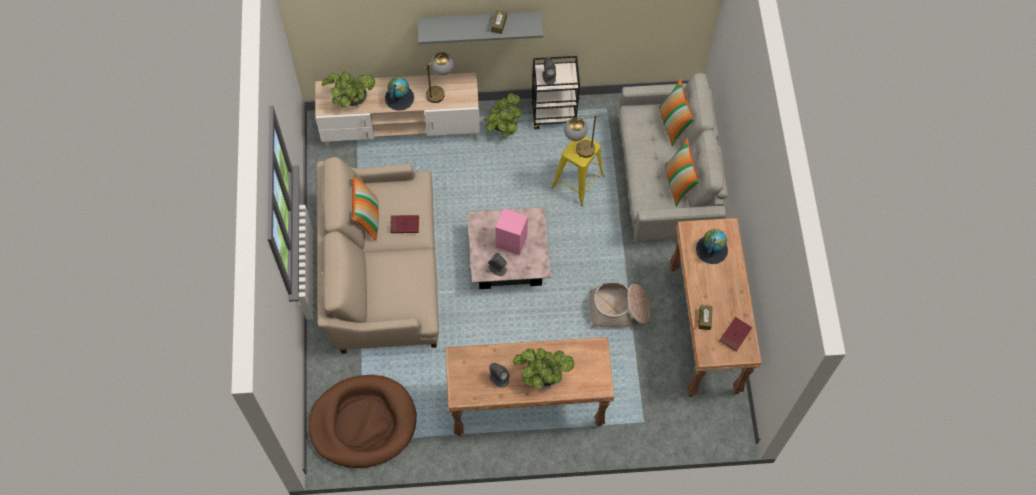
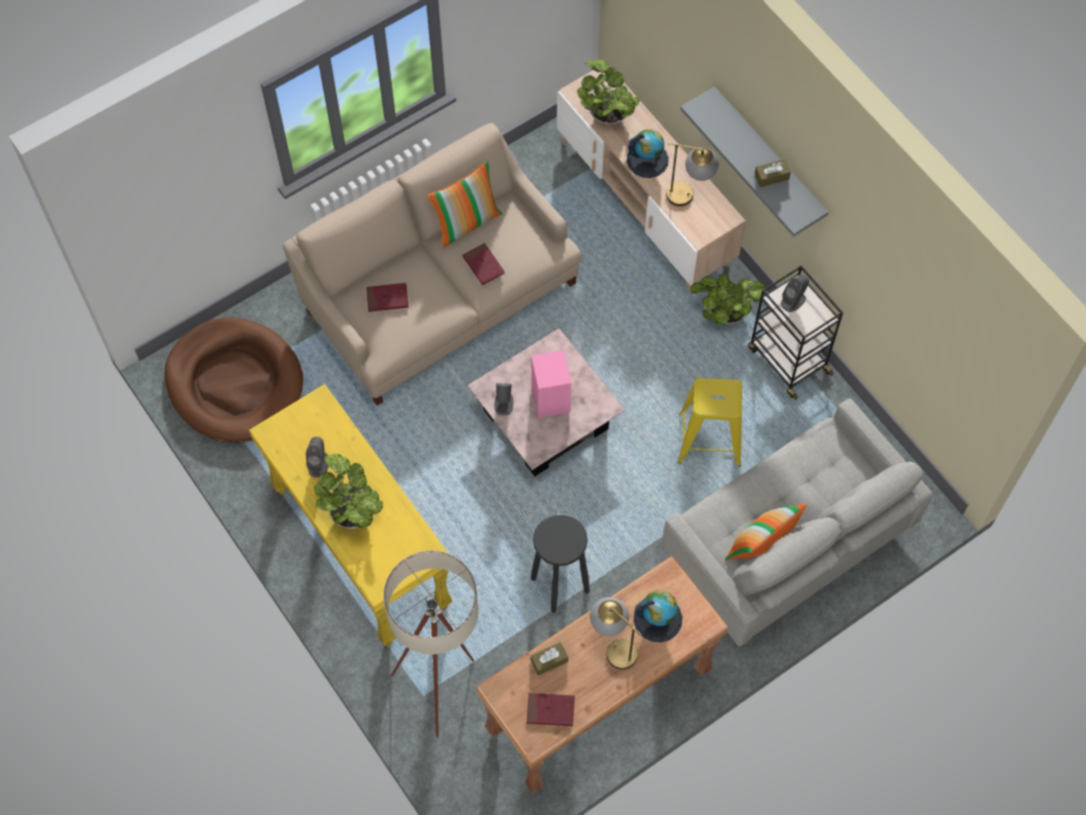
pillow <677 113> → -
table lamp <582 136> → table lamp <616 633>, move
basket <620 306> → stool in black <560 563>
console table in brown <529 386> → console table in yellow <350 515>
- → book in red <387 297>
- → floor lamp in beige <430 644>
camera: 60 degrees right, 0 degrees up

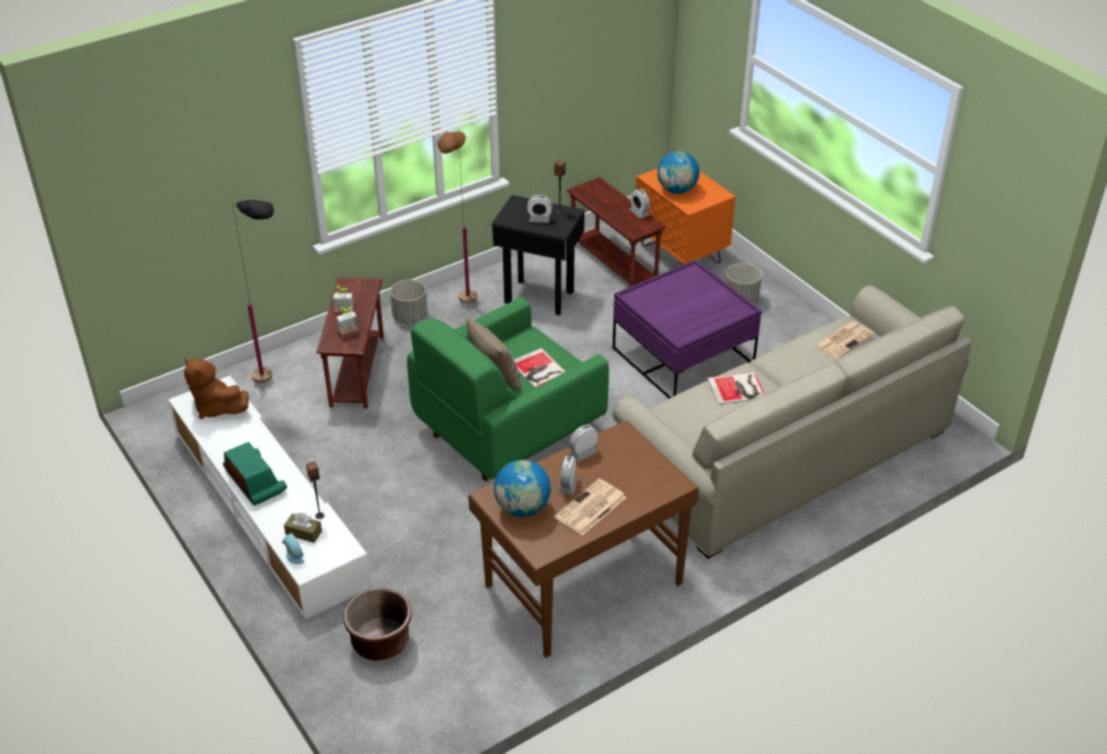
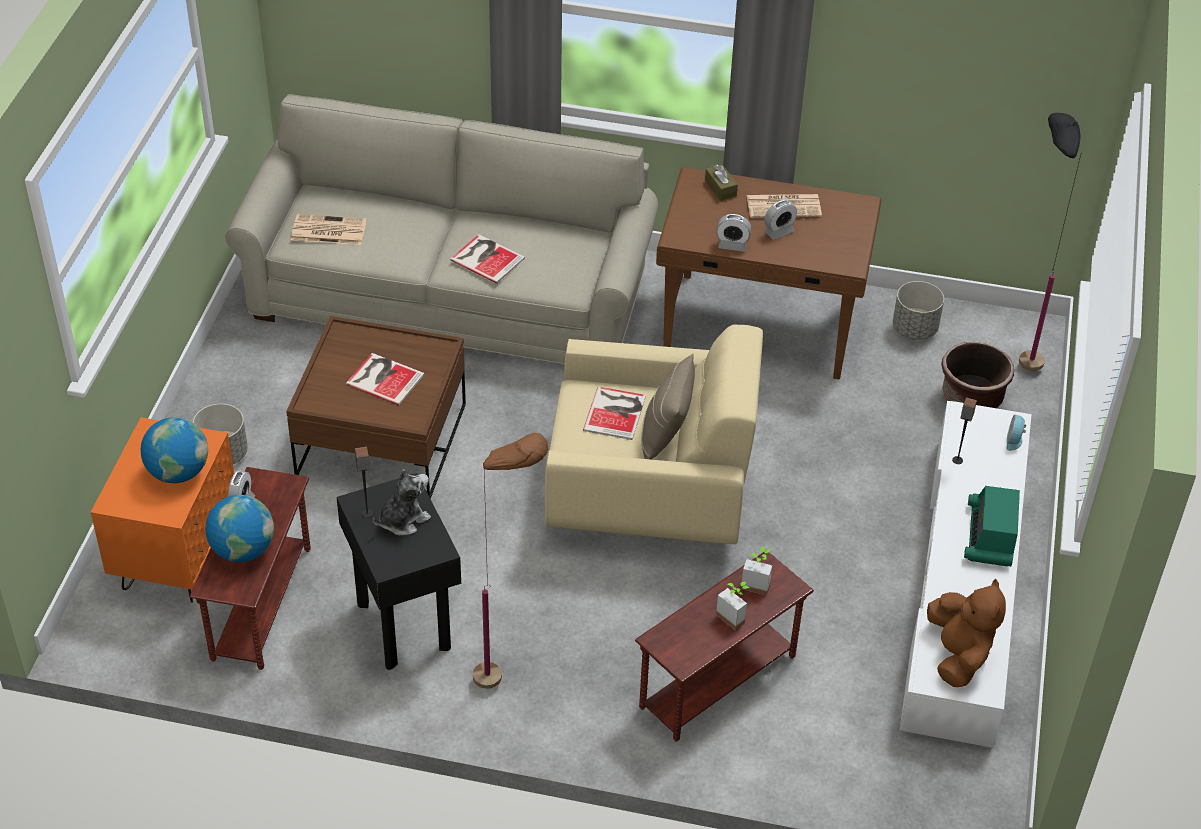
alarm clock <539 209> → plush toy <402 502>
floor lamp in black <253 291> → floor lamp in black <1050 242>, move
coffee table in purple <687 328> → coffee table in brown <376 407>
planter in grey <409 301> → planter in grey <918 310>, move
armchair in green <508 389> → armchair in beige <654 434>
globe <522 488> → globe <239 528>, move
tissue box in brown <303 528> → tissue box in brown <721 182>, move
- → book <385 379>
camera: 135 degrees left, 5 degrees up

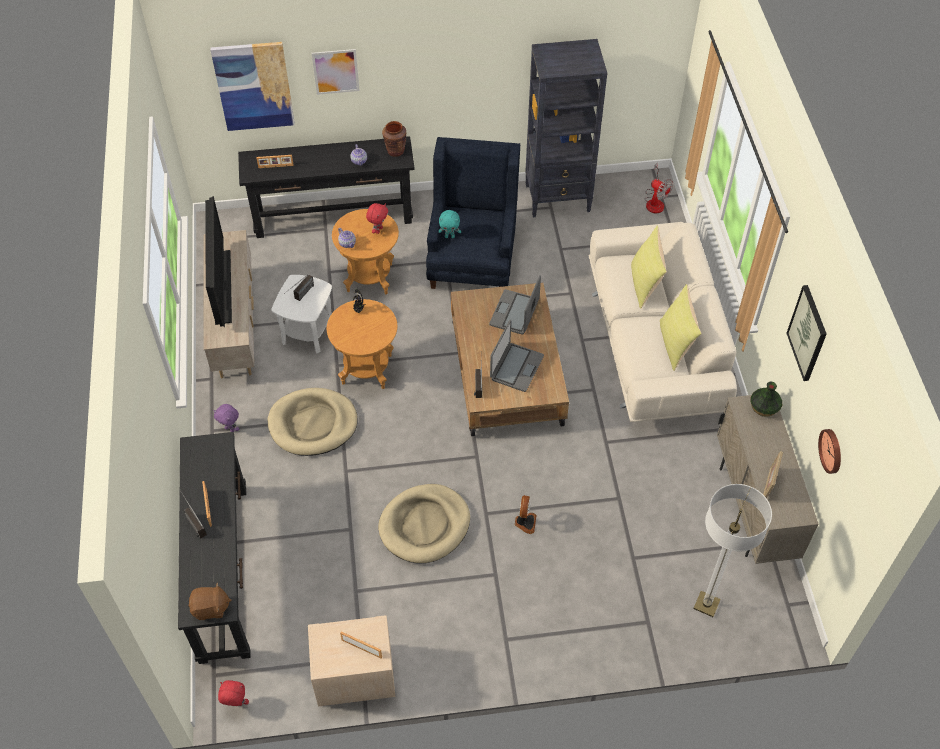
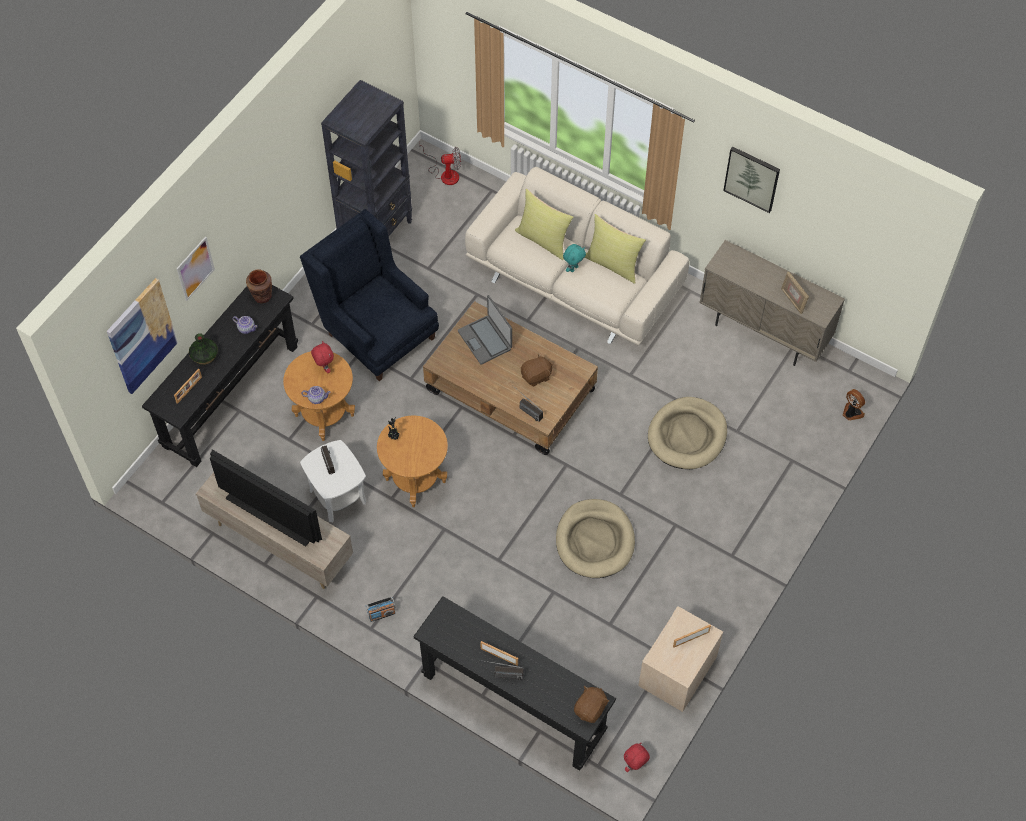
plush toy in turquoise <450 224> → plush toy in turquoise <574 258>, move
laptop <517 356> → plush toy in brown <537 369>
vase <766 399> → vase <203 349>, move
dog bed in beige <312 422> → dog bed in beige <687 433>, move
plush toy in purple <226 418> → radio <381 609>
wall clock <829 451> → -
floor lamp <732 550> → -
fan <525 514> → fan <853 405>, move
camera: 50 degrees left, 5 degrees up

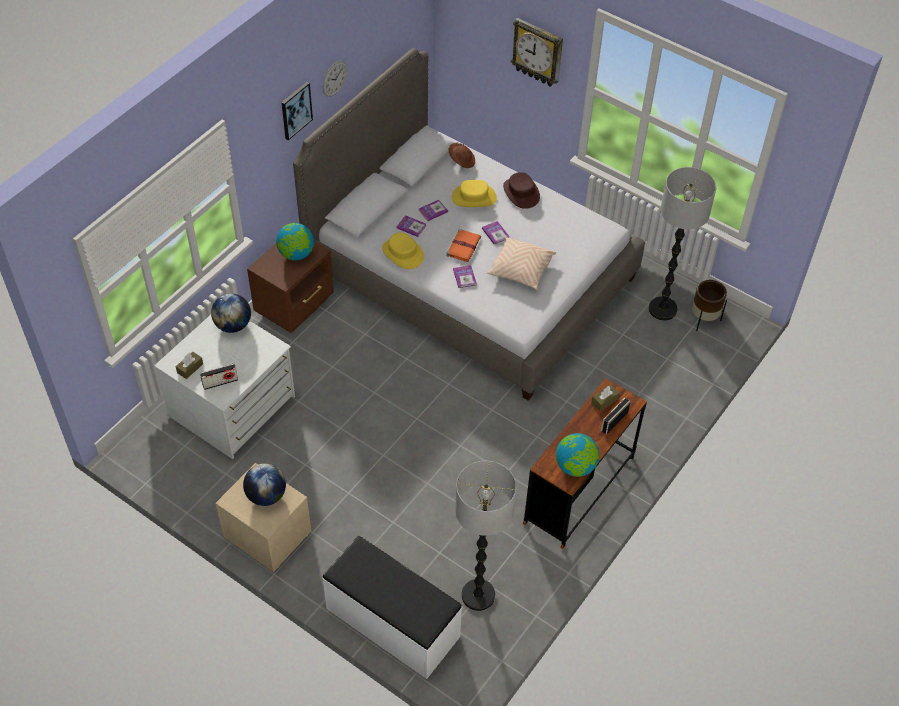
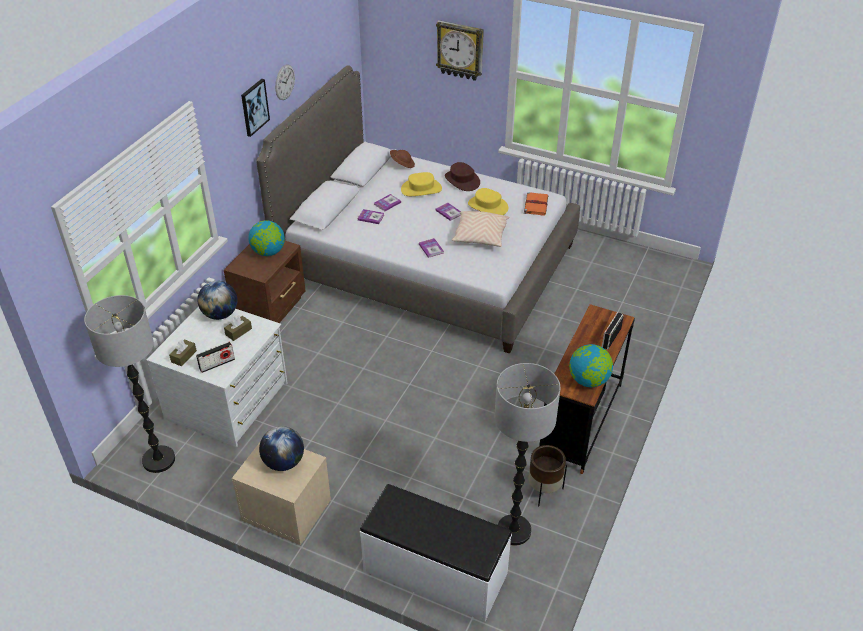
floor lamp <682 244> → floor lamp <129 384>, move
book in orange <463 245> → book in orange <536 204>, move
hat in yellow <403 251> → hat in yellow <488 201>, move
planter in brown <709 305> → planter in brown <547 475>, move
tissue box in brown <605 398> → tissue box in brown <238 328>, move
camera: 10 degrees left, 10 degrees down

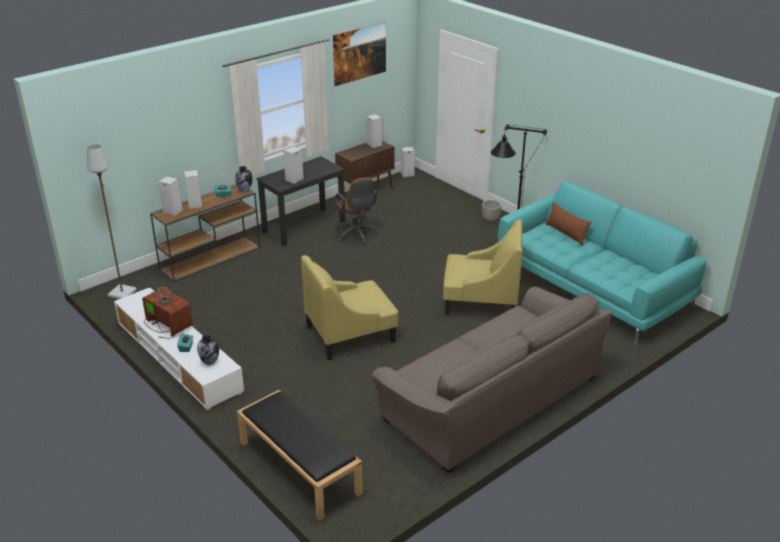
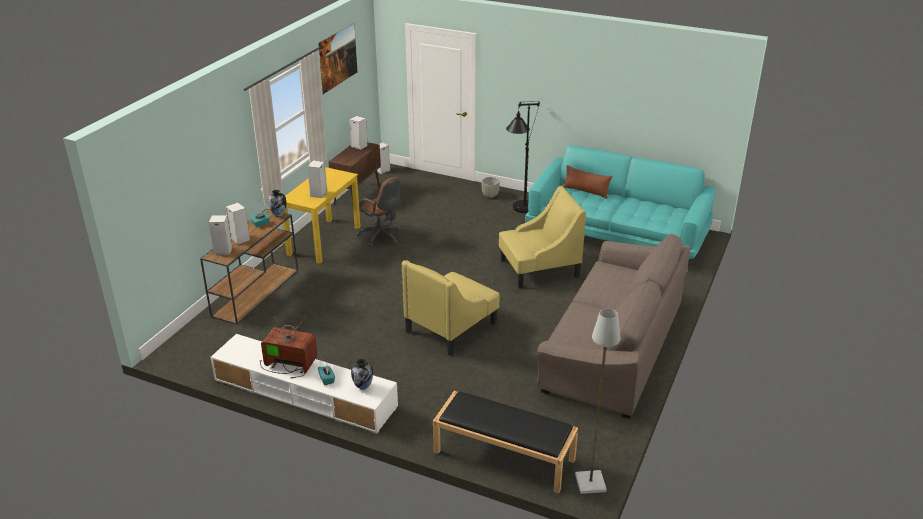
floor lamp in grey <112 221> → floor lamp in grey <597 401>, move
desk in black <301 201> → desk in yellow <322 215>
camera: 25 degrees left, 0 degrees up

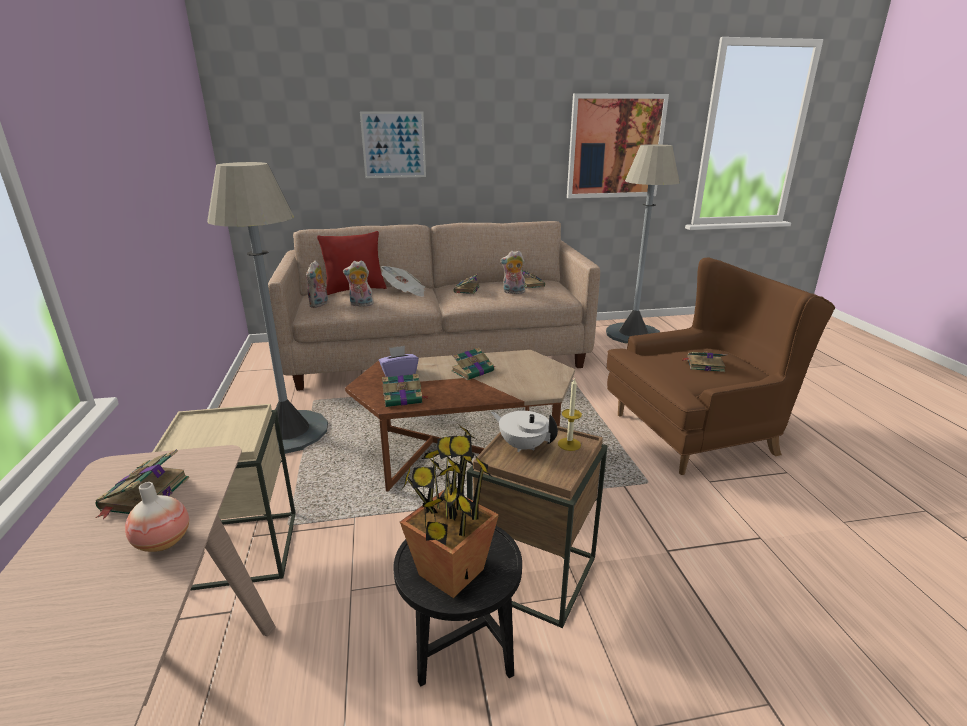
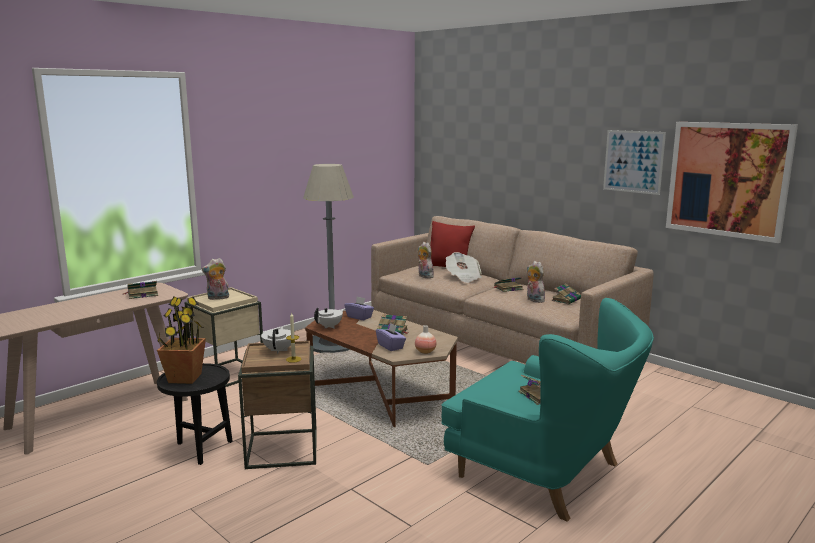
picture <393 145> → picture <634 162>, move
floor lamp in grey <643 244> → -
armchair in brown <720 366> → armchair in turquoise <547 410>
plush toy <317 284> → plush toy <215 279>, move
book <405 390> → teapot in white <329 318>
vase <157 517> → vase <426 339>, move
- → tissue box in purple <391 337>
camera: 55 degrees right, 10 degrees down

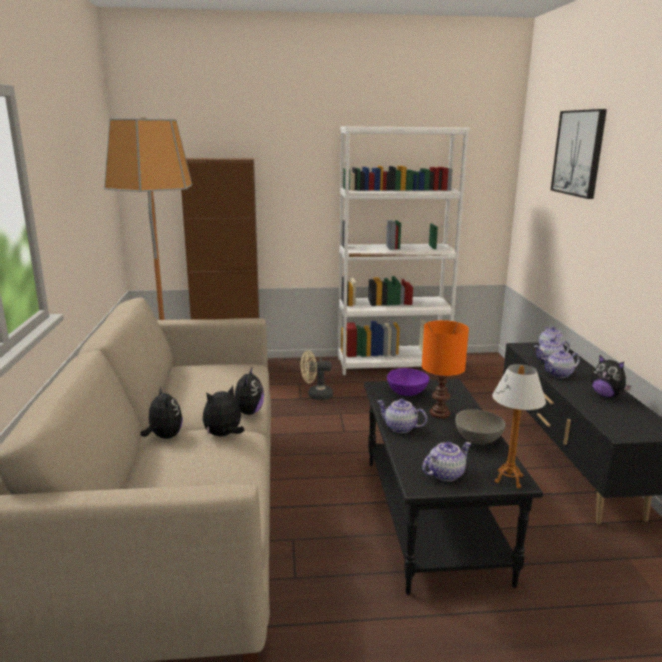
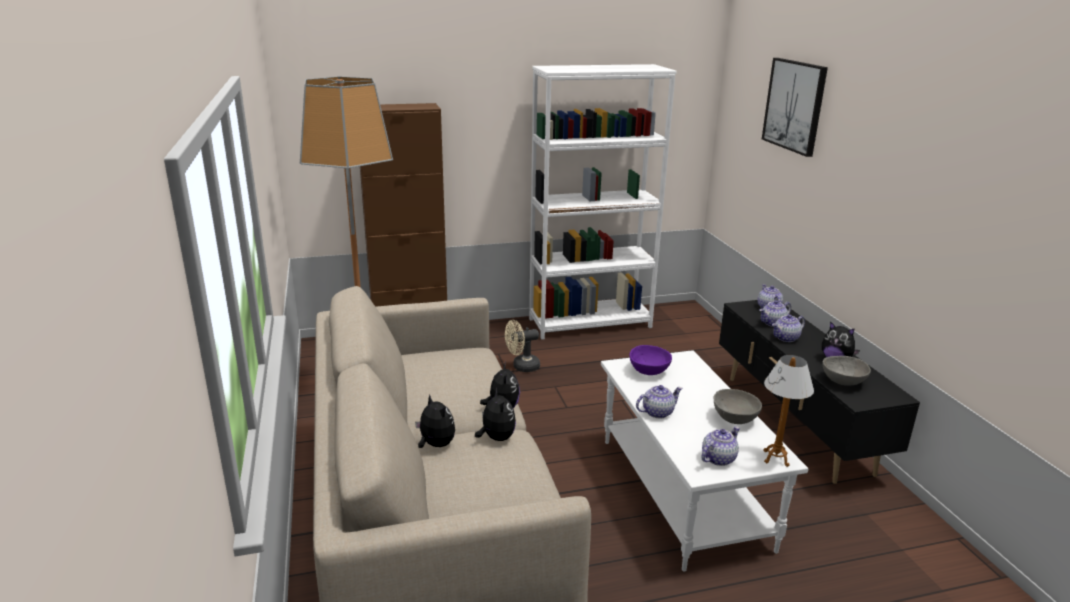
table lamp in orange <445 369> → -
coffee table in black <453 487> → coffee table in white <704 461>
plush toy <223 411> → plush toy <495 414>, 120 degrees clockwise
teapot <402 416> → teapot <659 401>, 135 degrees clockwise
- → bowl in grey <847 371>
camera: 10 degrees left, 5 degrees up

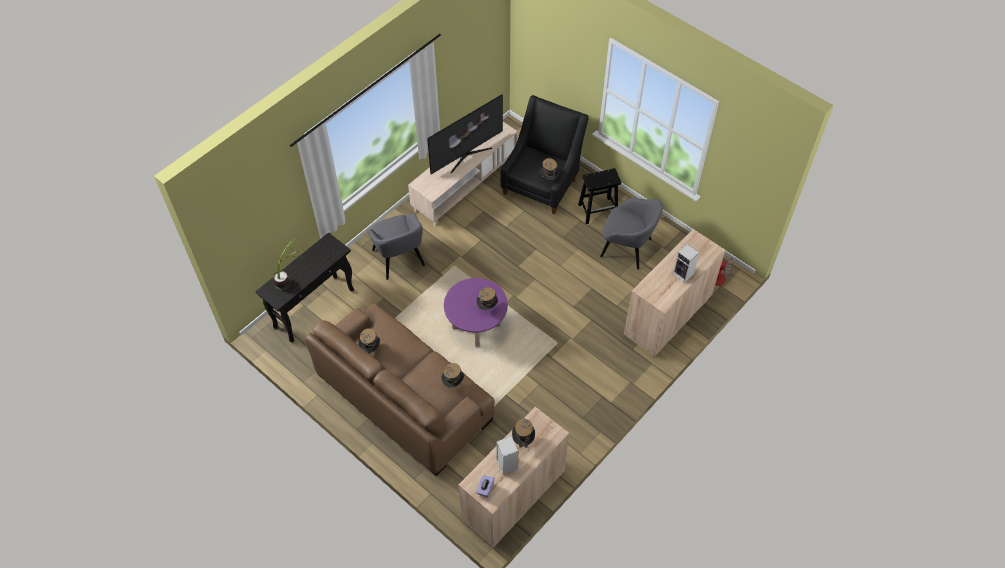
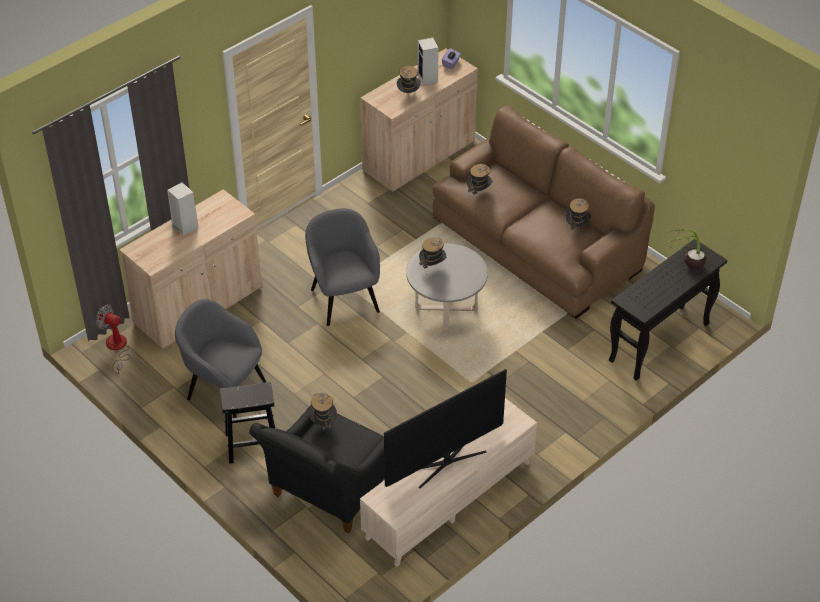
armchair in grey <396 246> → armchair in grey <342 267>, move
coffee table in purple <476 312> → coffee table in grey <447 286>
camera: 175 degrees left, 10 degrees down

